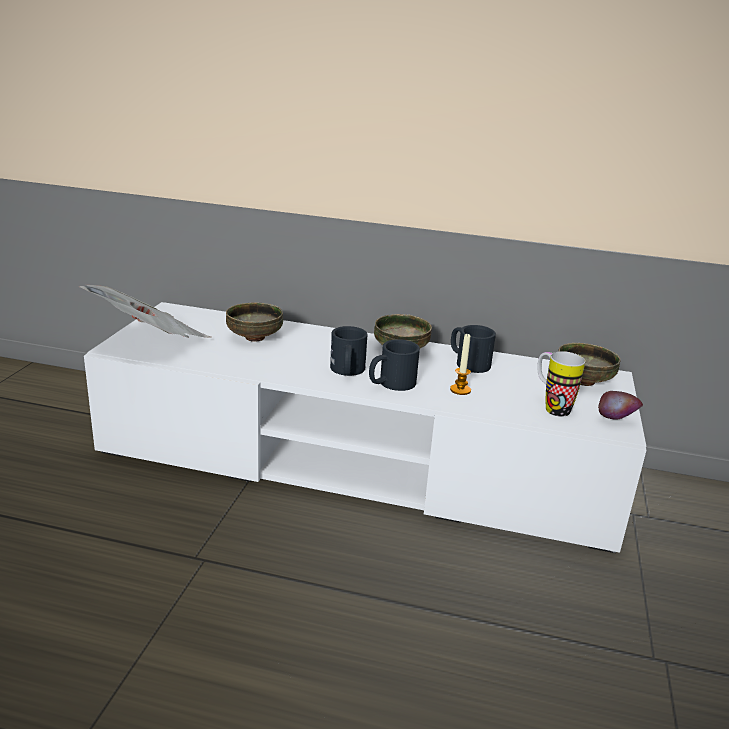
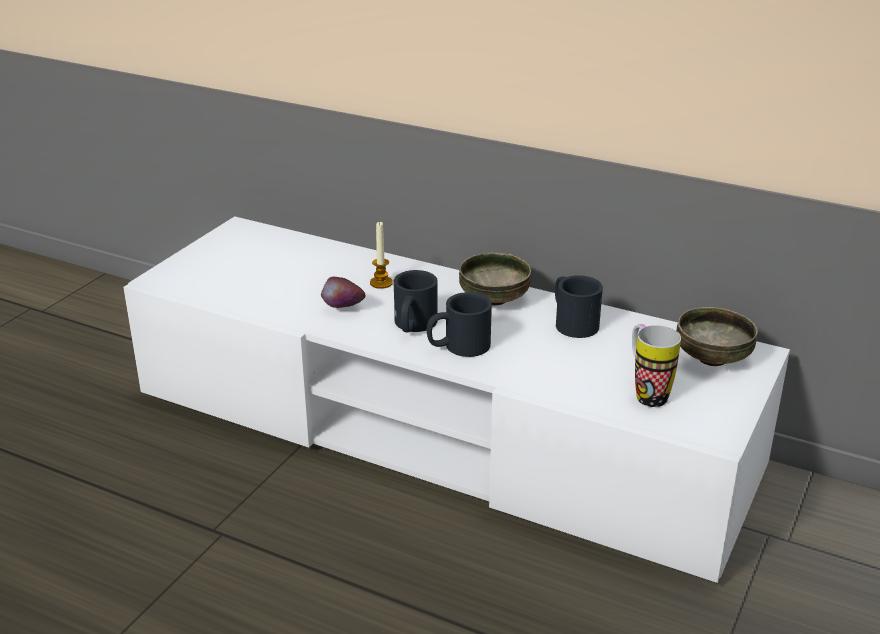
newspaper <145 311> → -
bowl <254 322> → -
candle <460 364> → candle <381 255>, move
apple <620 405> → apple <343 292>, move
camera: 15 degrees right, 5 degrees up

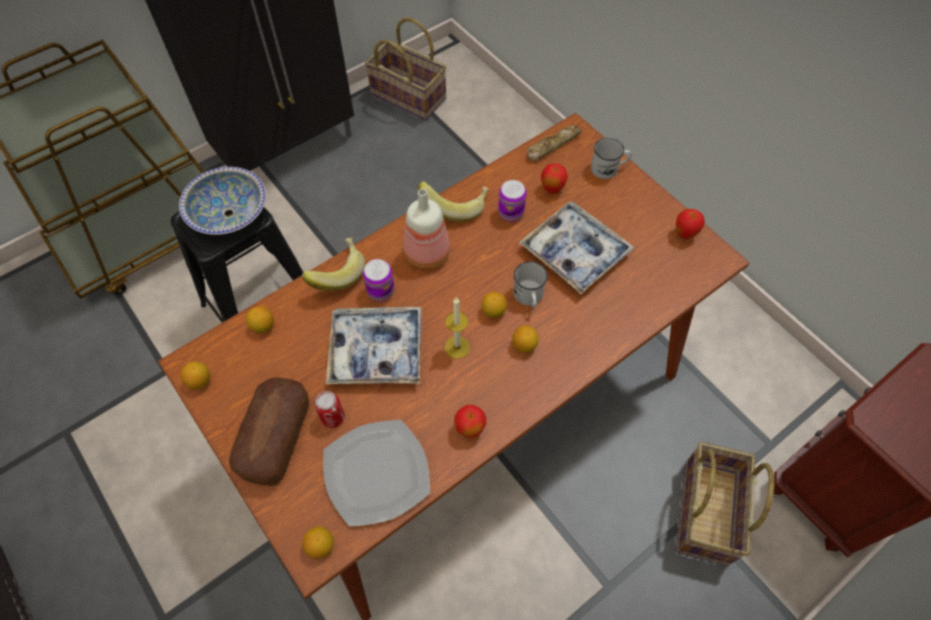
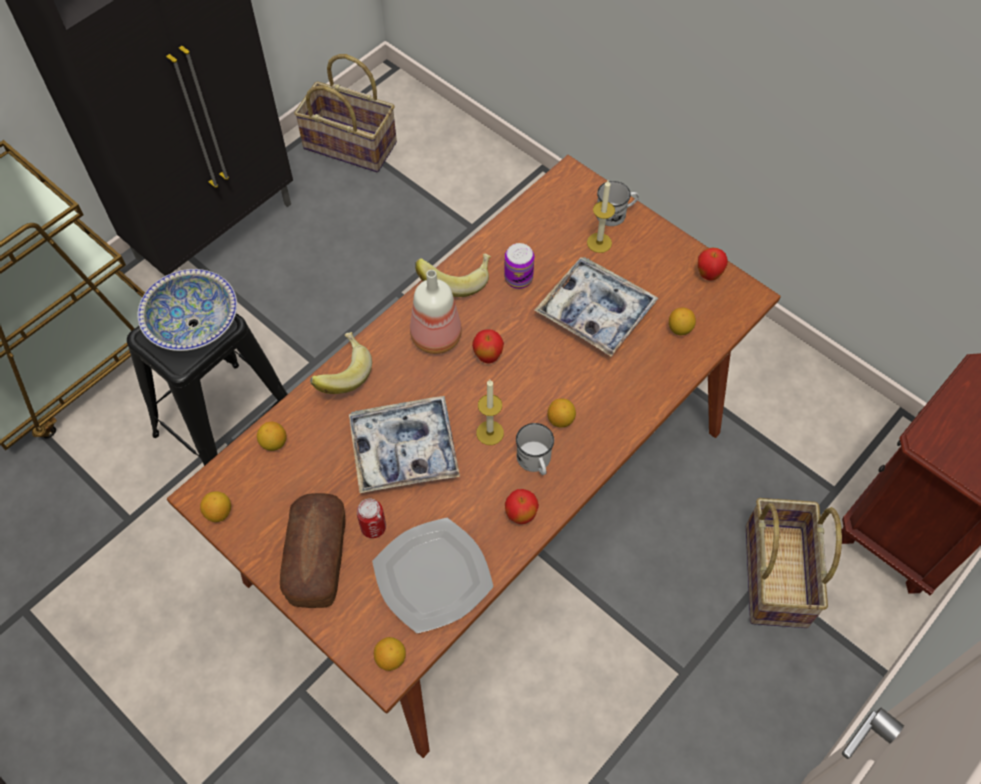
bread <554 143> → -
apple <554 179> → apple <488 346>, move
can <379 280> → -
mug in white <530 284> → mug in white <535 449>, move
lemon <494 305> → lemon <682 321>, move
- → candle <601 216>
camera: 10 degrees left, 0 degrees up

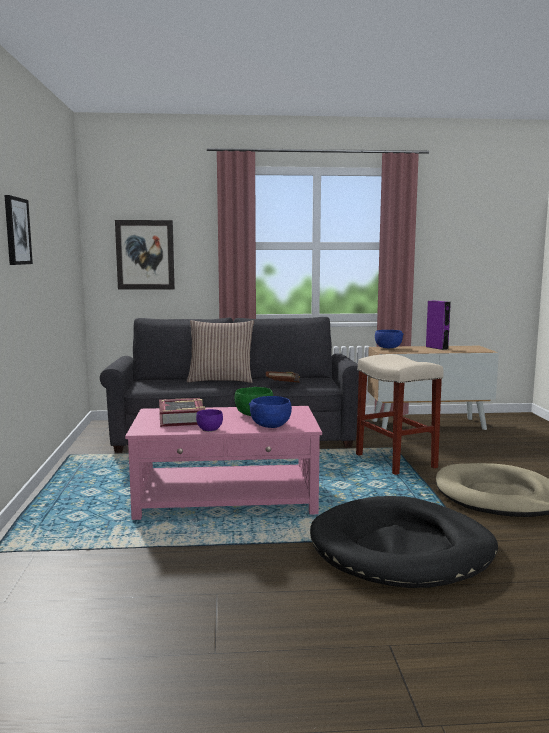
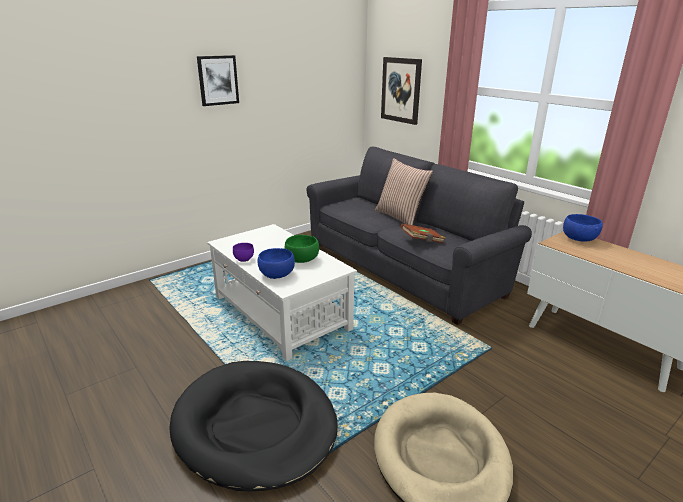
speaker in purple <438 325> → -
stool in beige <400 414> → -
book <182 412> → -
coffee table in pink <223 463> → coffee table in white <282 292>
camera: 55 degrees right, 15 degrees up

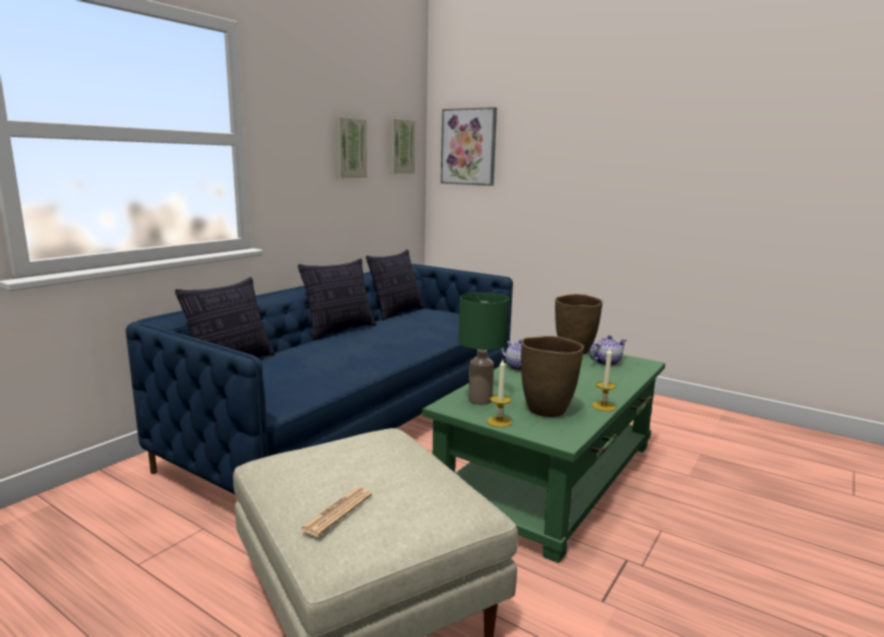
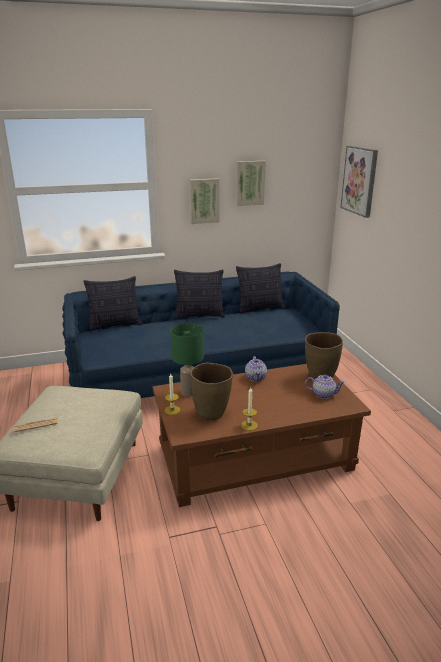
picture <403 146> → picture <204 201>, move
coffee table in green <543 456> → coffee table in brown <262 435>
camera: 40 degrees right, 10 degrees up

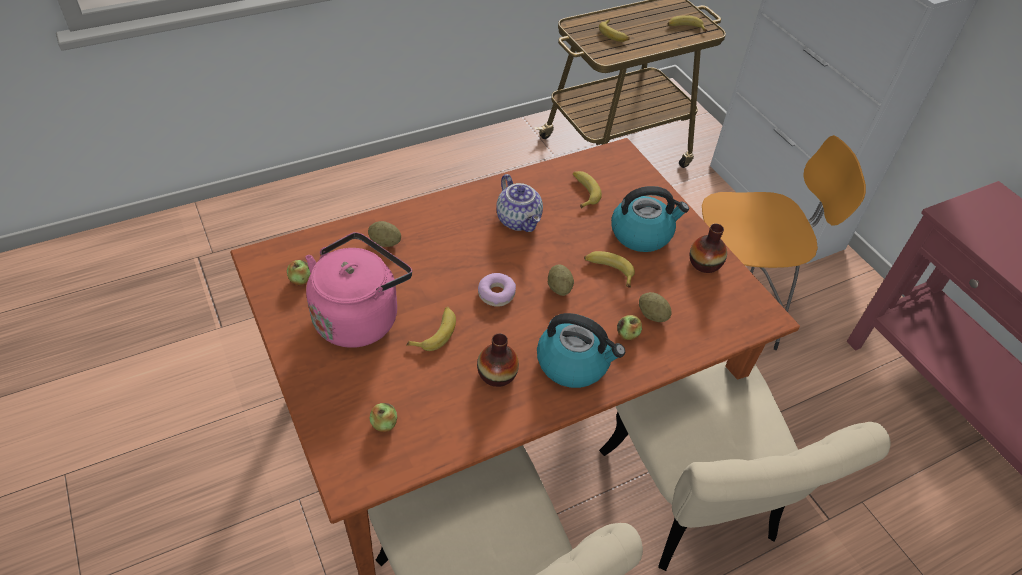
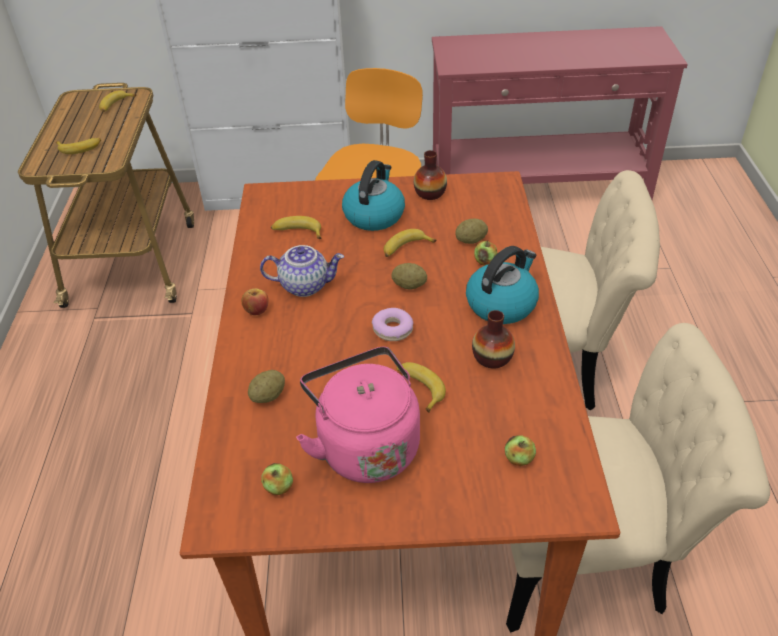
- → apple <255 301>
camera: 60 degrees left, 5 degrees down

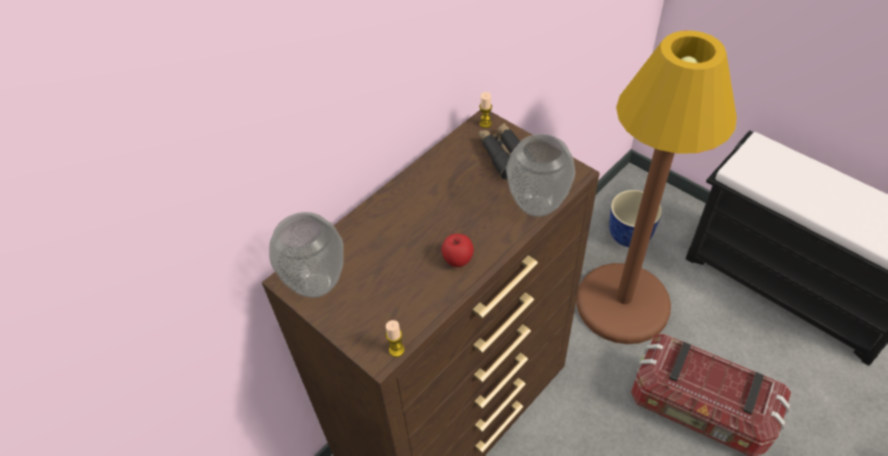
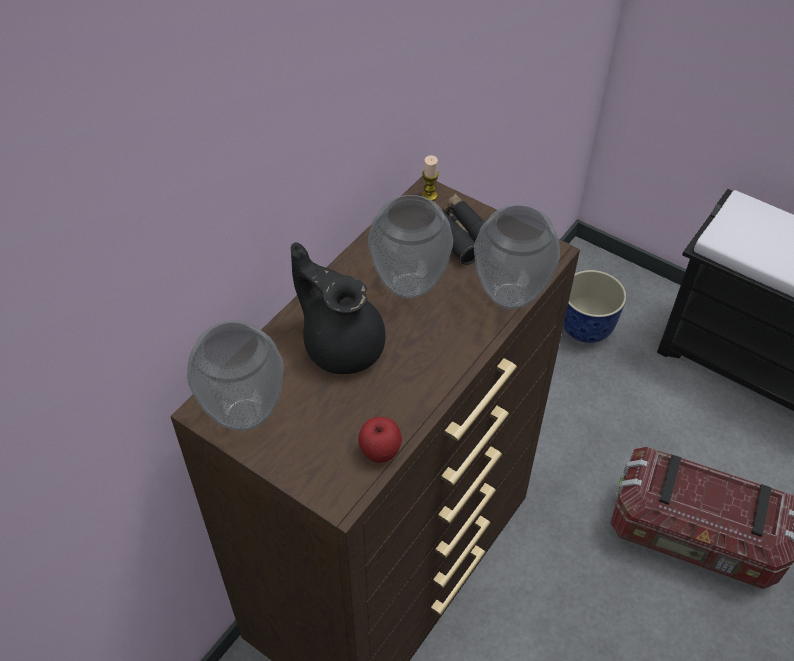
floor lamp in brown <656 187> → -
apple <458 250> → apple <380 440>, move
candle <395 338> → -
- → vase <410 247>
- → teapot in black <338 308>
camera: 10 degrees left, 0 degrees up

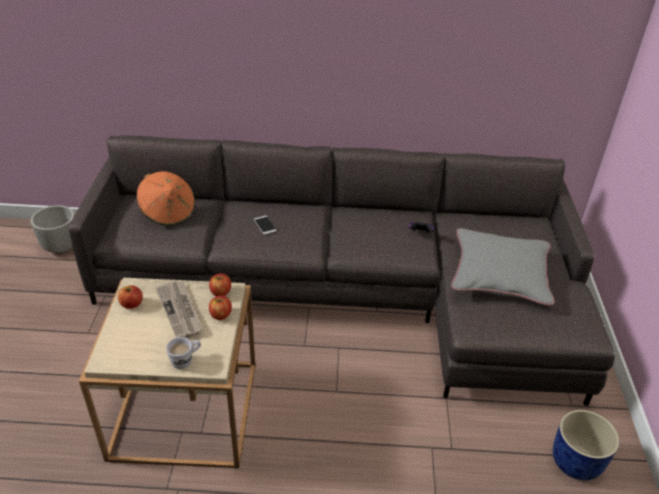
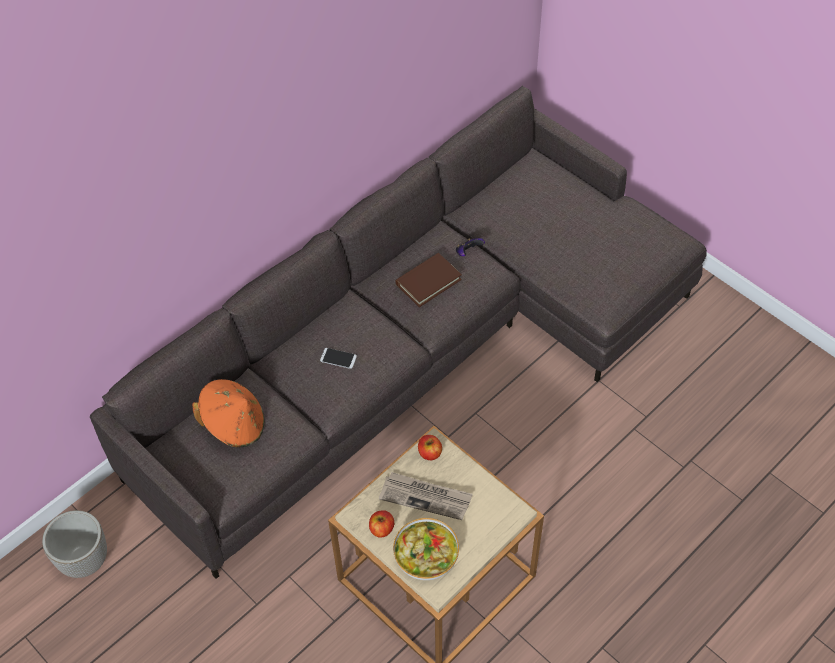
pillow in grey <503 267> → -
apple <220 307> → -
mug in white <183 353> → -
planter in blue <586 445> → -
- → book in brown <428 280>
- → bowl <426 549>
camera: 45 degrees left, 15 degrees up

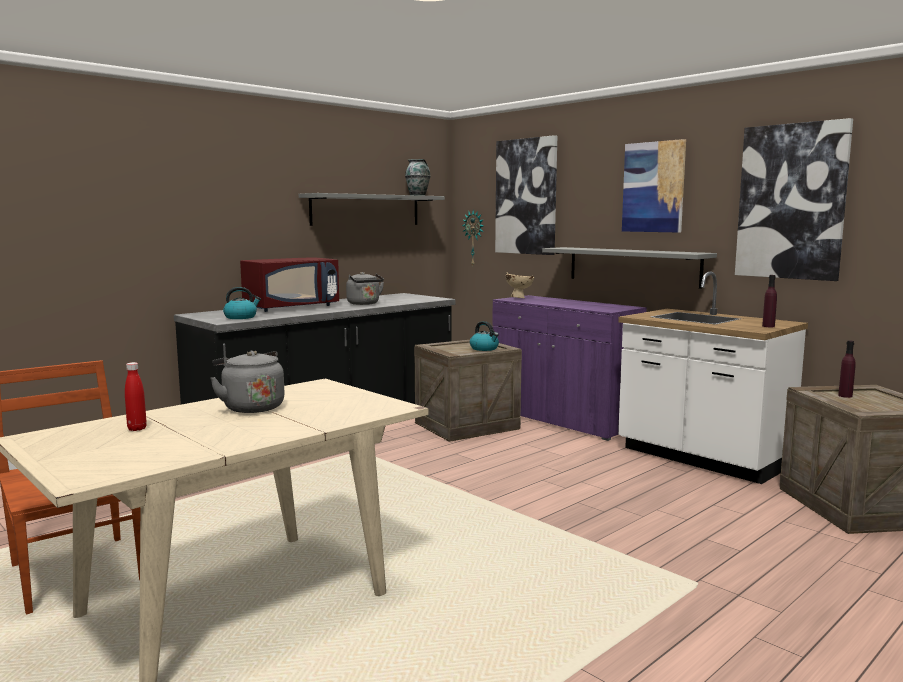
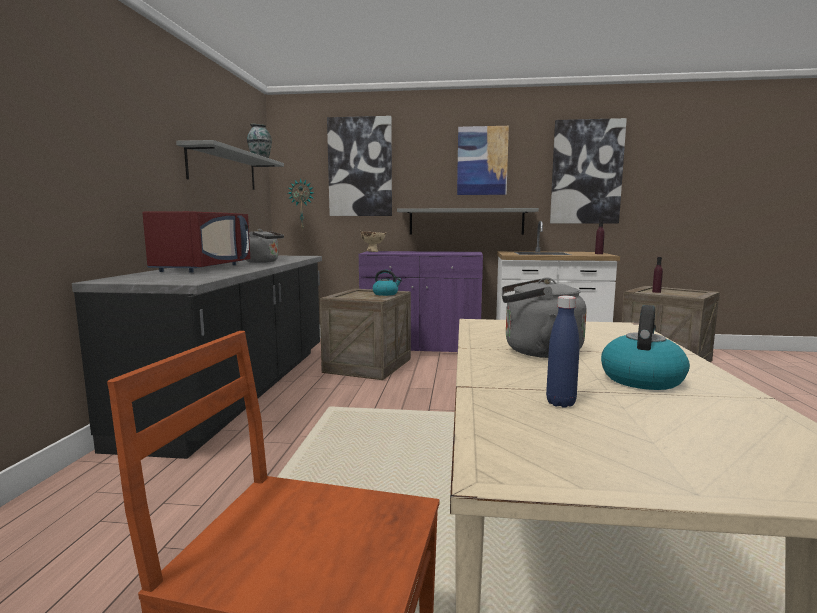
kettle <242 303> → kettle <645 347>, move
bottle in red <136 396> → bottle in blue <563 351>
camera: 40 degrees left, 0 degrees up

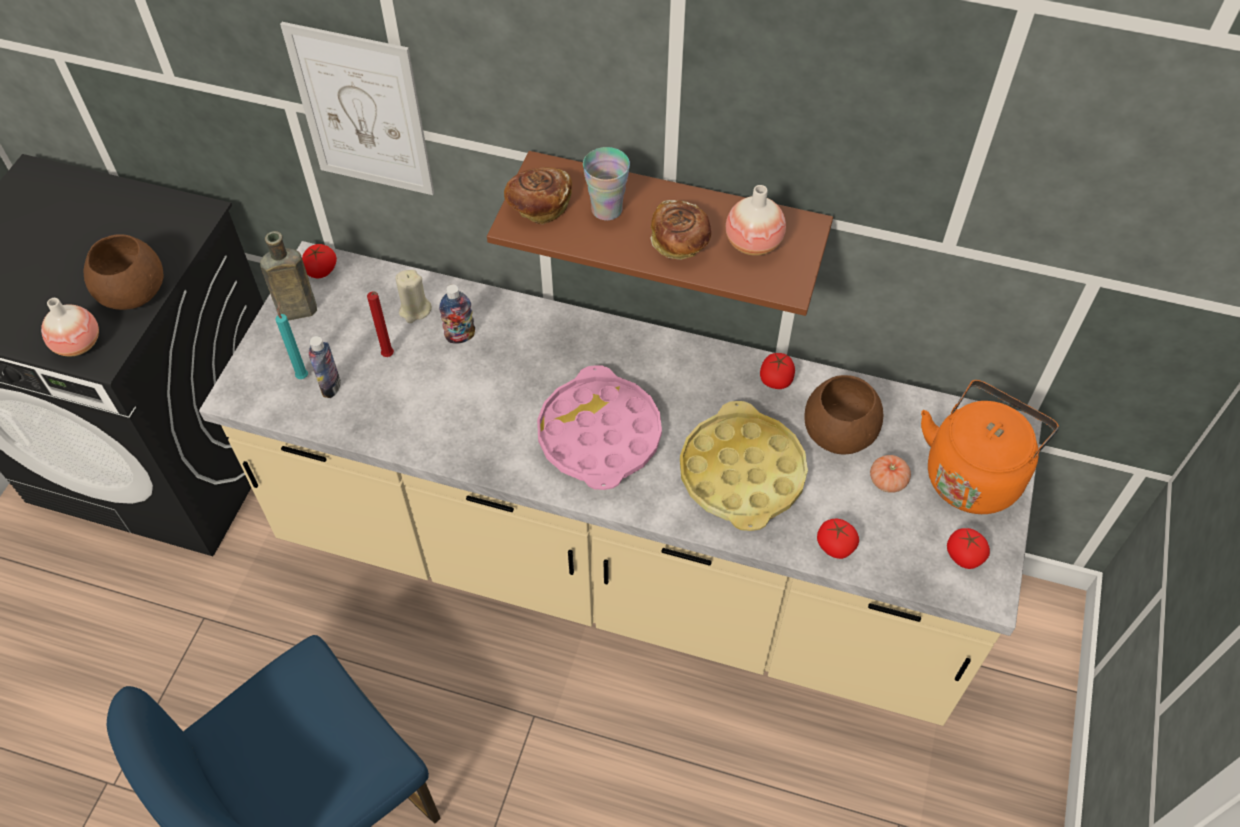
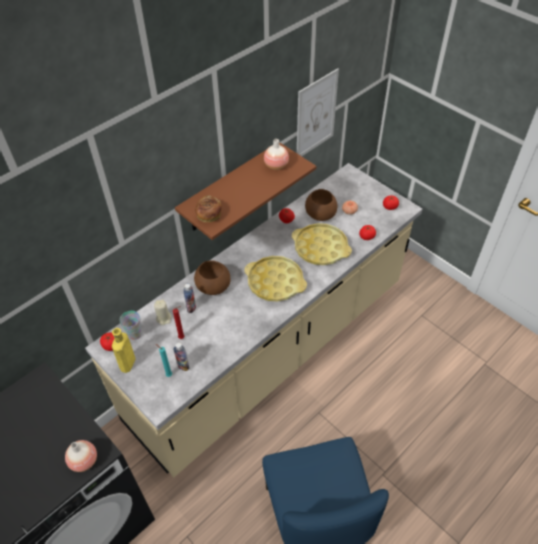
picture <357 108> → picture <318 112>, move
cup <606 184> → cup <130 325>, move
bread <680 230> → -
bottle in brown <288 276> → bottle in yellow <124 350>
bowl in brown <124 272> → bowl in brown <212 277>, move
tray in pink <599 427> → tray in yellow <275 279>
kettle in orange <990 447> → -
camera: 60 degrees left, 5 degrees down

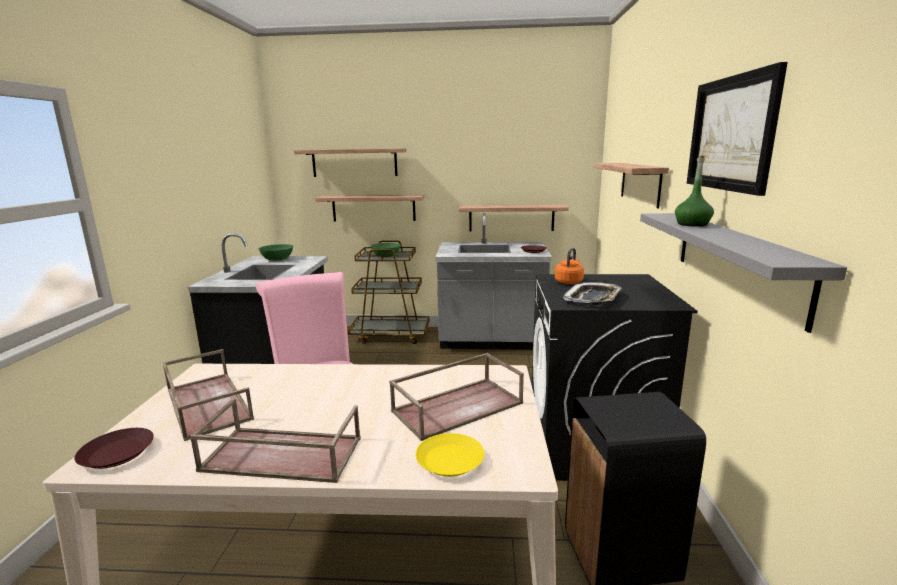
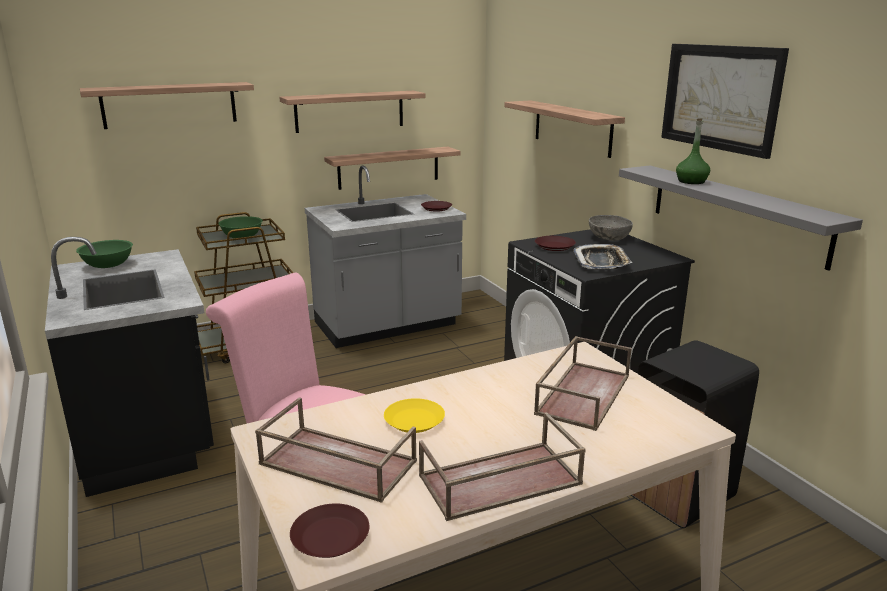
shelf <369 208> → shelf <352 112>, move
kettle in orange <569 266> → plate in brown <555 243>
plate in yellow <449 455> → plate in yellow <414 415>, move
- → bowl in grey <611 228>
camera: 30 degrees left, 5 degrees up

